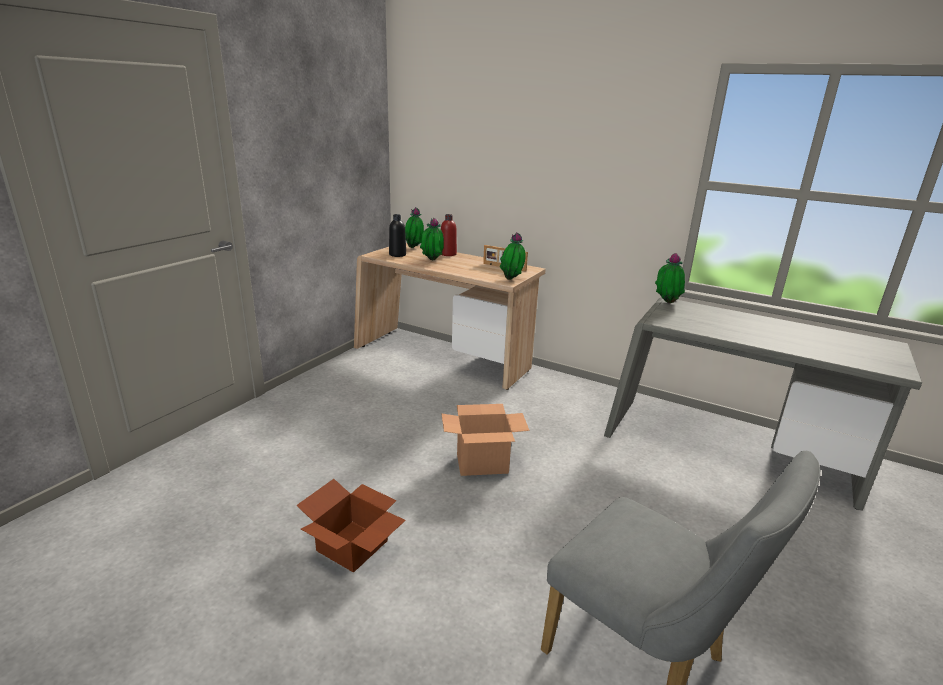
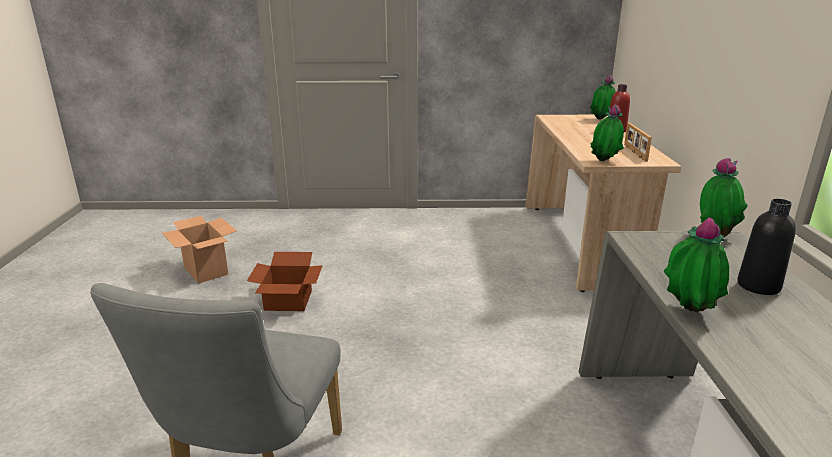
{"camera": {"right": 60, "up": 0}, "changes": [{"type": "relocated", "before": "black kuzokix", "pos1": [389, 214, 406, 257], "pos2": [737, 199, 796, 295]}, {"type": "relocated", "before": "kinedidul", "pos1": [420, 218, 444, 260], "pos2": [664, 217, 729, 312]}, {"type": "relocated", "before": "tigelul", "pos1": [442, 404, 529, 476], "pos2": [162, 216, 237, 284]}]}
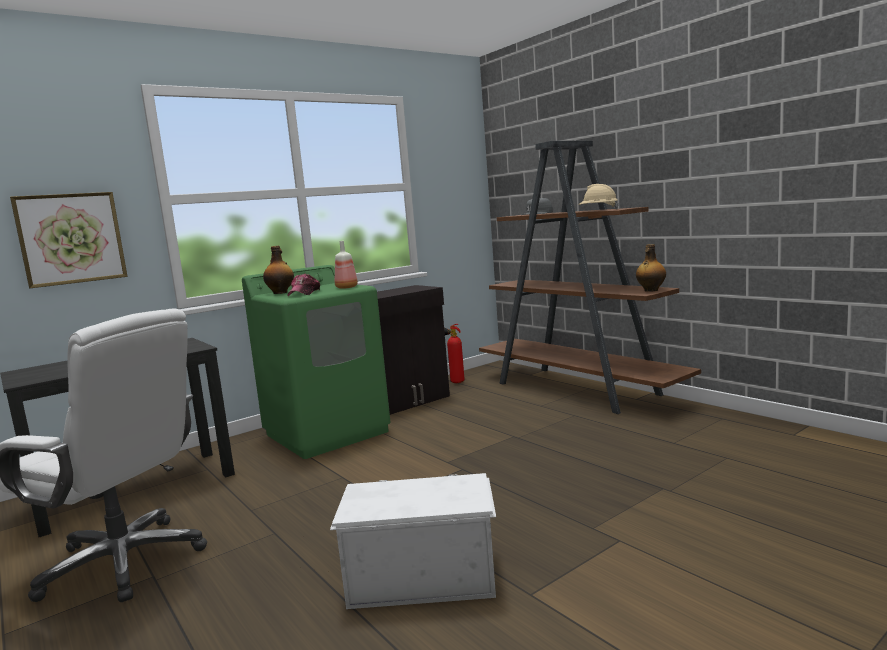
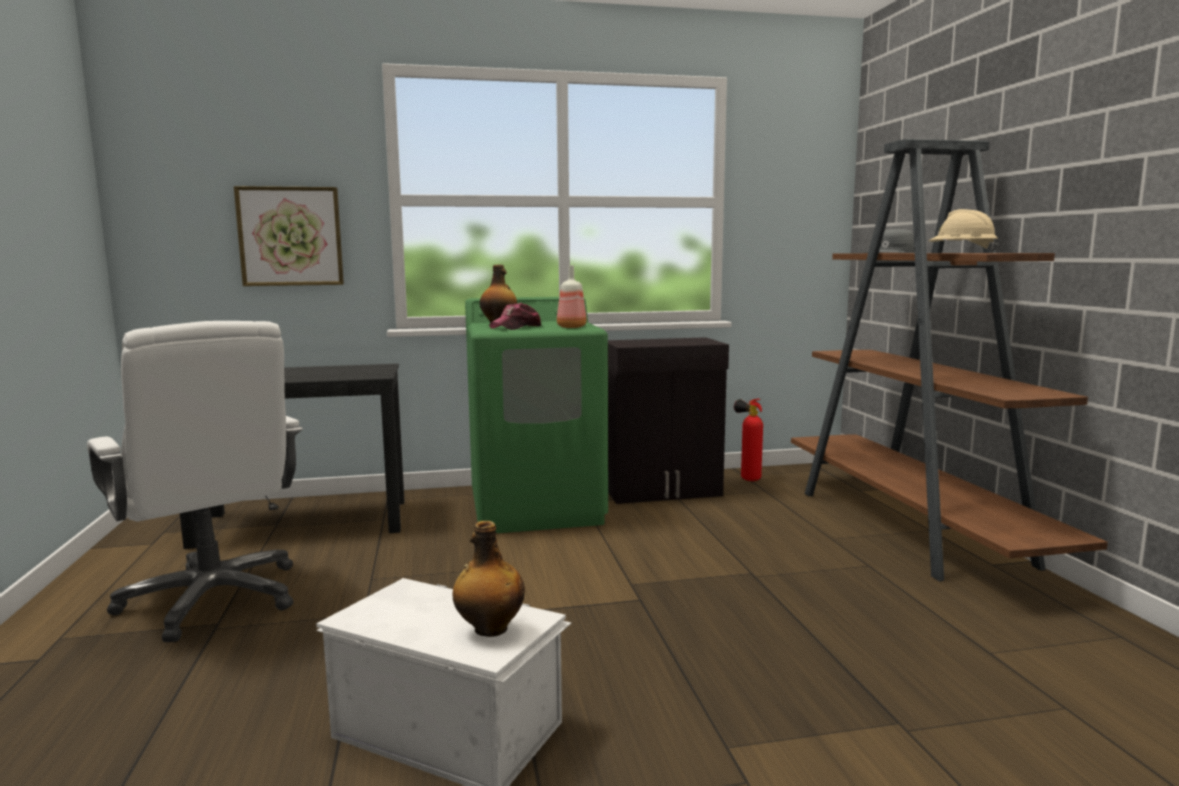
{"camera": {"right": 25, "up": 0}, "changes": [{"type": "relocated", "before": "kuzokix", "pos1": [636, 244, 666, 292], "pos2": [453, 521, 525, 637]}]}
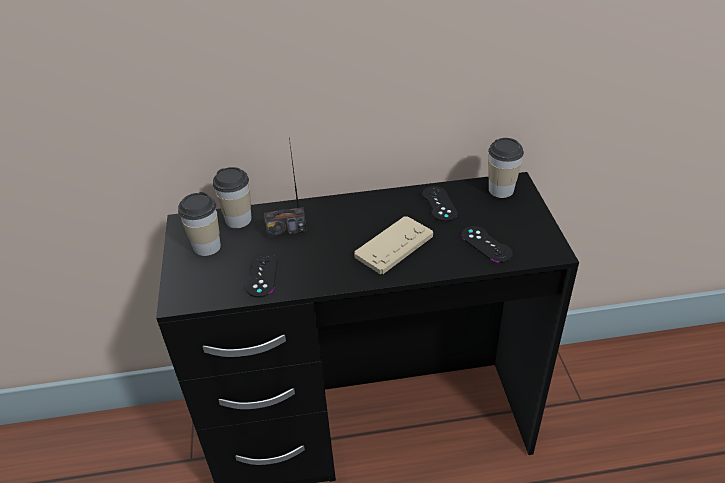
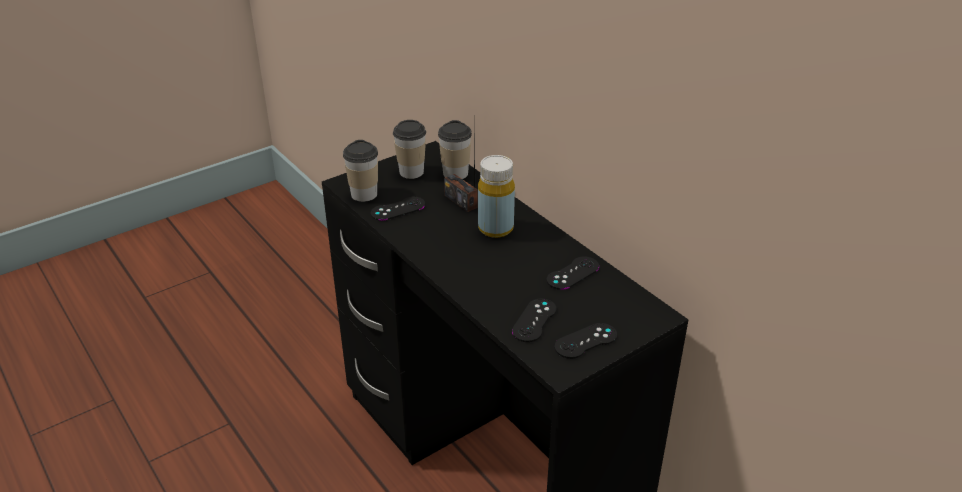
{"camera": {"right": 60, "up": -5}, "changes": [{"type": "relocated", "before": "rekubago", "pos1": [488, 138, 524, 198], "pos2": [343, 140, 378, 202]}, {"type": "missing", "before": "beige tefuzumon", "pos1": [354, 216, 433, 274]}, {"type": "appeared", "after": "yellow kuzokix", "pos2": [478, 155, 515, 238]}, {"type": "appeared", "after": "black tefuzumon", "pos2": [555, 323, 617, 359]}]}
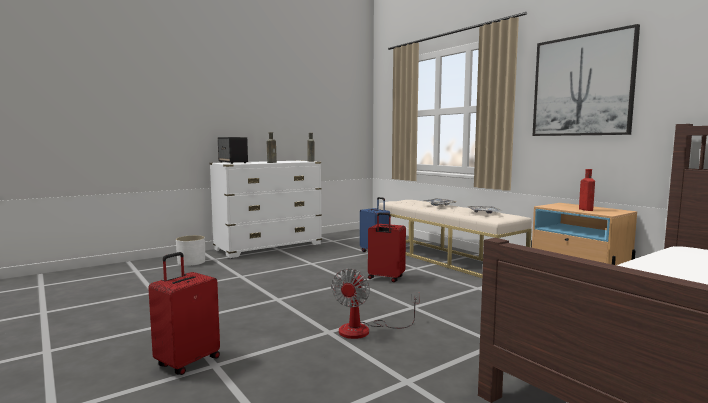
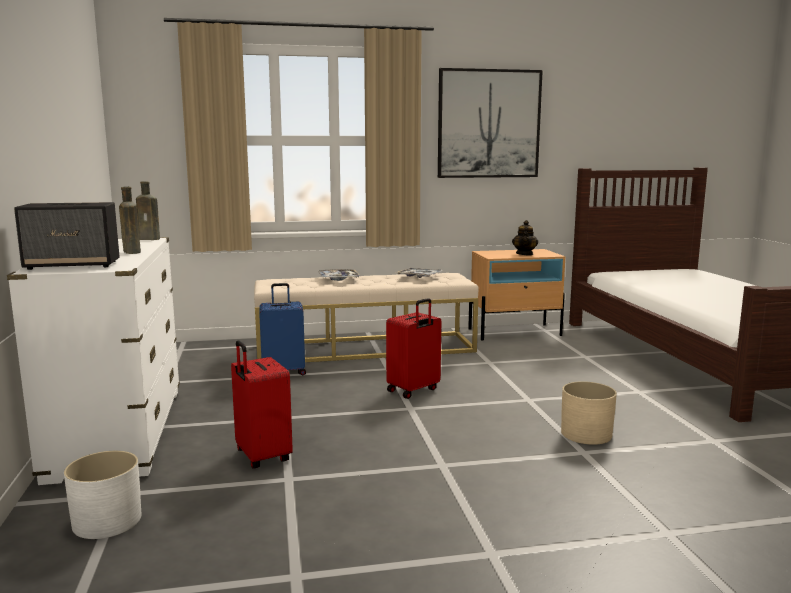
{"camera": {"right": -65, "up": 5}, "changes": [{"type": "exchanged", "before": "red kuzokix", "after": "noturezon", "pos1": [579, 169, 595, 211], "pos2": [512, 220, 538, 255]}, {"type": "relocated", "before": "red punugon", "pos1": [148, 252, 220, 375], "pos2": [231, 340, 293, 469]}, {"type": "exchanged", "before": "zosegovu", "after": "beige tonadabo", "pos1": [331, 268, 420, 339], "pos2": [561, 381, 617, 445]}]}
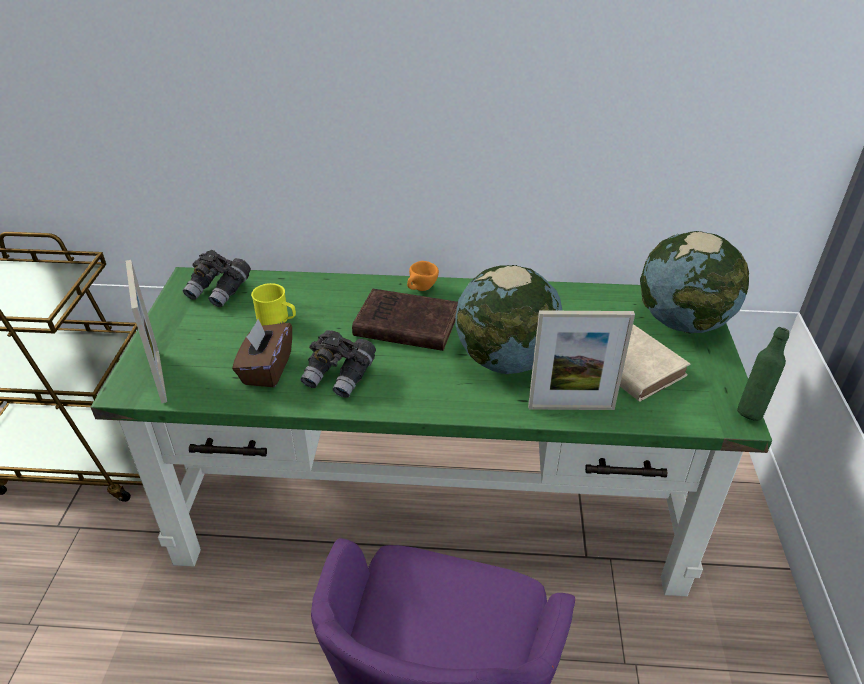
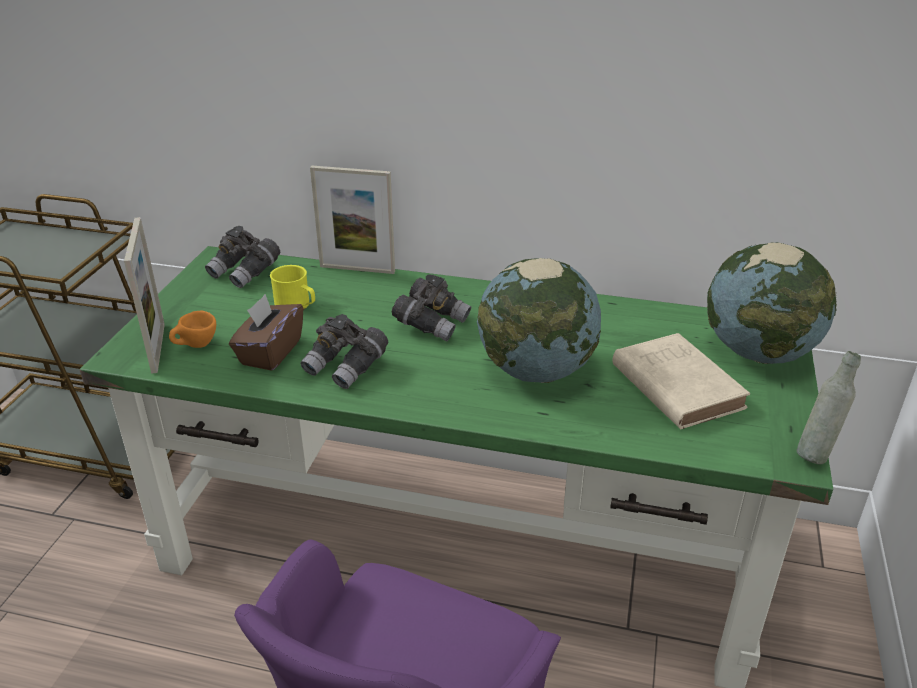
{"camera": {"right": 10, "up": -5}, "changes": [{"type": "relocated", "before": "orange rekubago", "pos1": [407, 261, 439, 291], "pos2": [169, 311, 216, 348]}, {"type": "exchanged", "before": "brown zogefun", "after": "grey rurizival", "pos1": [352, 289, 458, 351], "pos2": [391, 275, 471, 342]}, {"type": "relocated", "before": "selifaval", "pos1": [528, 310, 635, 410], "pos2": [310, 166, 395, 274]}, {"type": "colour", "before": "green kuzokix", "after": "grey kuzokix", "pos1": [737, 327, 789, 421], "pos2": [796, 351, 861, 465]}]}
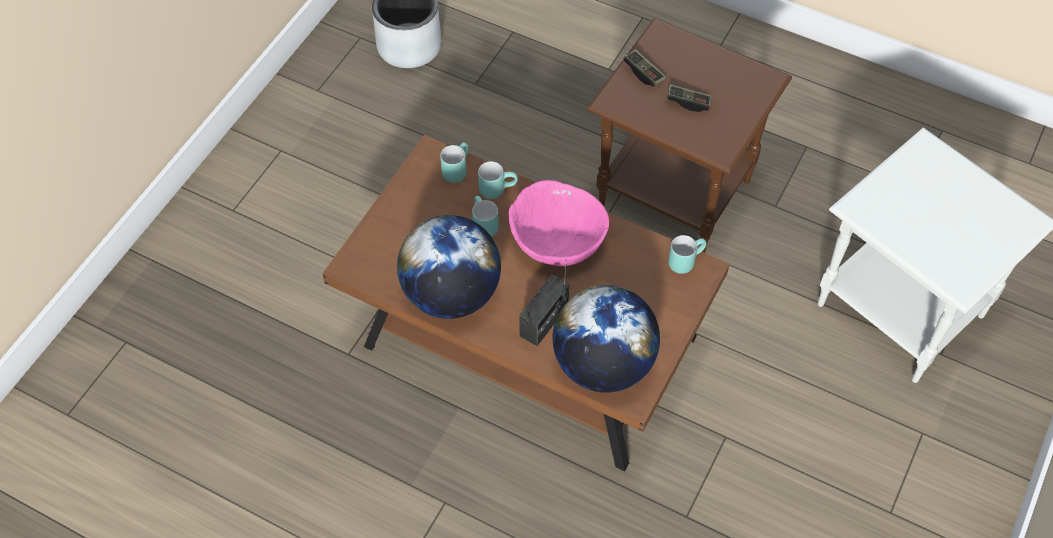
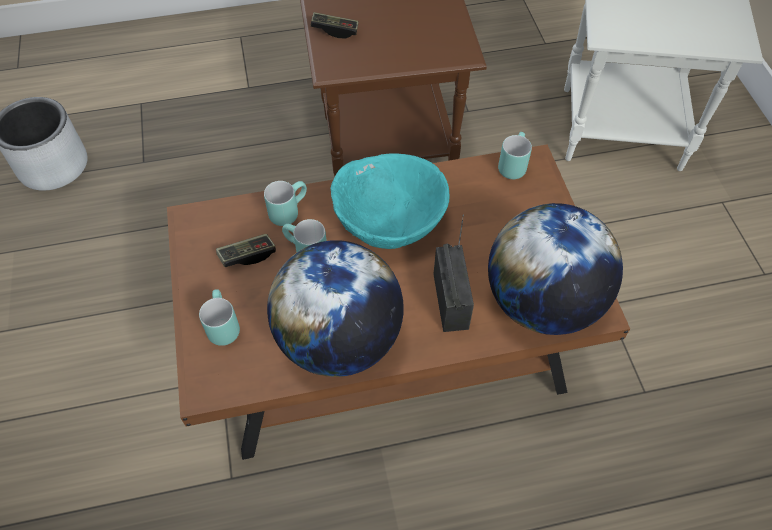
{"camera": {"right": -40, "up": 0}, "changes": [{"type": "relocated", "before": "tefuzumon", "pos1": [667, 84, 711, 112], "pos2": [216, 234, 276, 267]}, {"type": "relocated", "before": "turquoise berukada", "pos1": [440, 142, 468, 183], "pos2": [199, 289, 240, 346]}, {"type": "colour", "before": "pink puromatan", "after": "turquoise puromatan", "pos1": [509, 180, 609, 266], "pos2": [331, 153, 449, 249]}]}
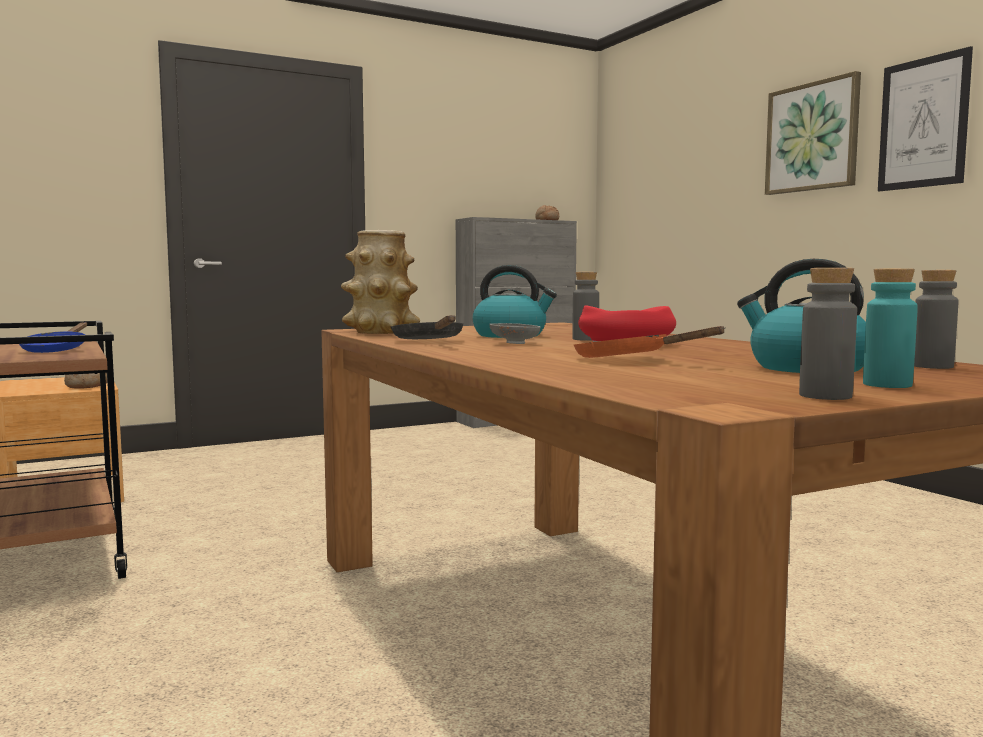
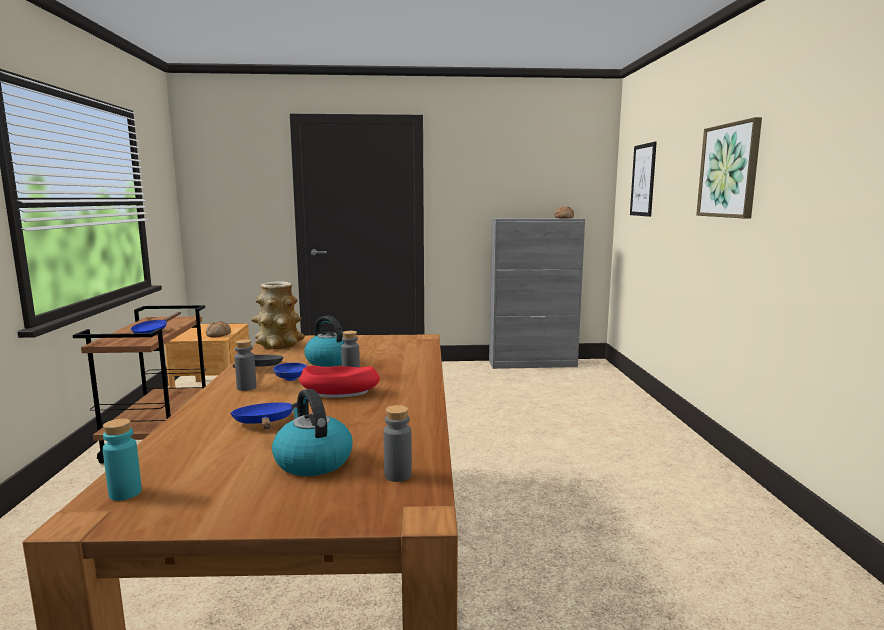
{"camera": {"right": 25, "up": 5}, "changes": [{"type": "relocated", "before": "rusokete", "pos1": [878, 46, 973, 191], "pos2": [630, 142, 657, 217]}, {"type": "relocated", "before": "grey kuzokix", "pos1": [799, 268, 857, 400], "pos2": [234, 339, 256, 391]}, {"type": "relocated", "before": "turquoise kuzokix", "pos1": [863, 268, 918, 388], "pos2": [103, 419, 142, 501]}, {"type": "colour", "before": "grey puromatan", "after": "blue puromatan", "pos1": [489, 323, 540, 344], "pos2": [273, 363, 307, 381]}, {"type": "colour", "before": "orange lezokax", "after": "blue lezokax", "pos1": [574, 326, 726, 358], "pos2": [231, 402, 293, 429]}]}
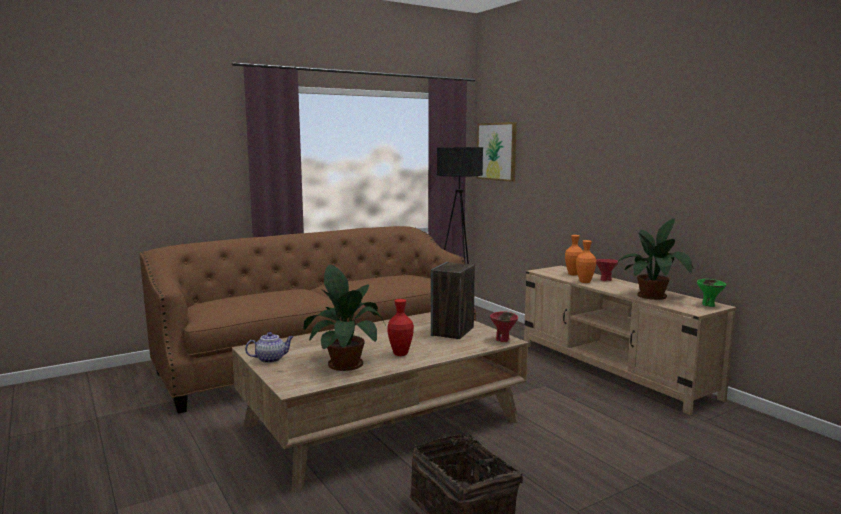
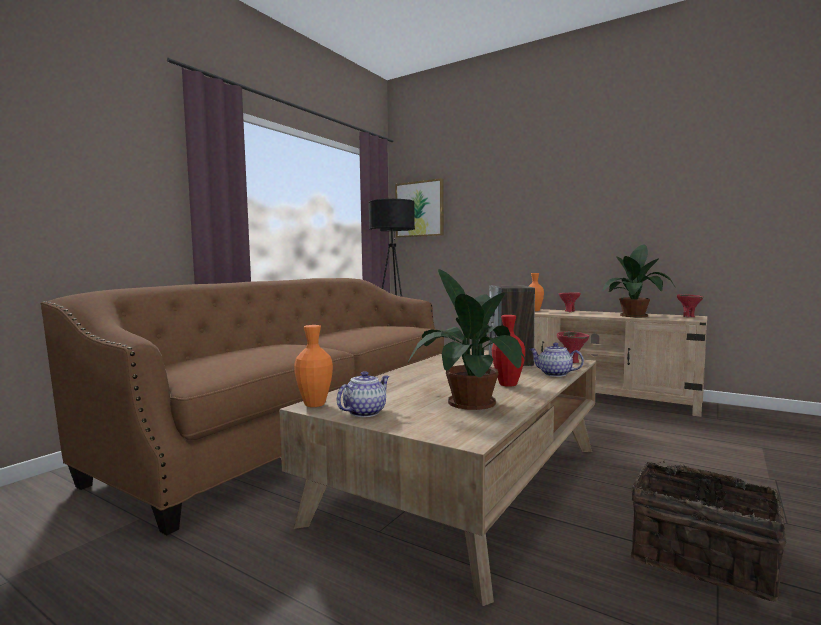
{"camera": {"right": -25, "up": -5}, "changes": [{"type": "relocated", "before": "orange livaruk", "pos1": [576, 240, 596, 283], "pos2": [294, 325, 333, 407]}, {"type": "colour", "before": "green puromatan", "after": "red puromatan", "pos1": [697, 279, 726, 307], "pos2": [677, 294, 704, 317]}, {"type": "appeared", "after": "noturezon", "pos2": [530, 342, 584, 377]}]}
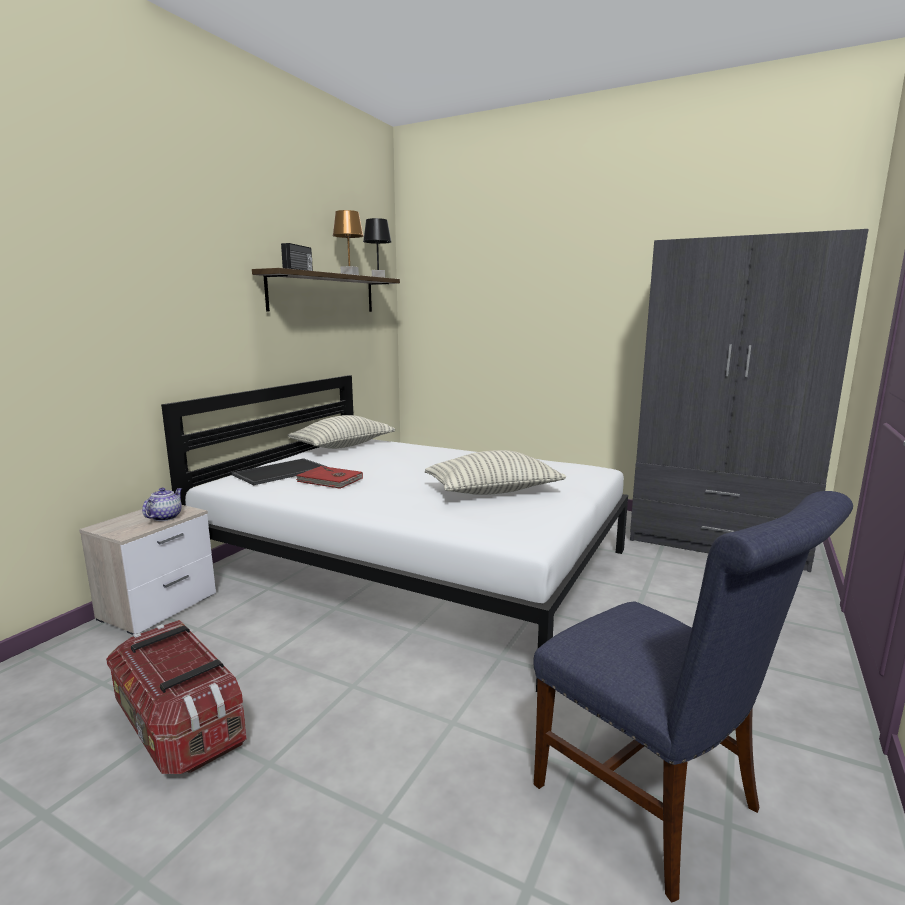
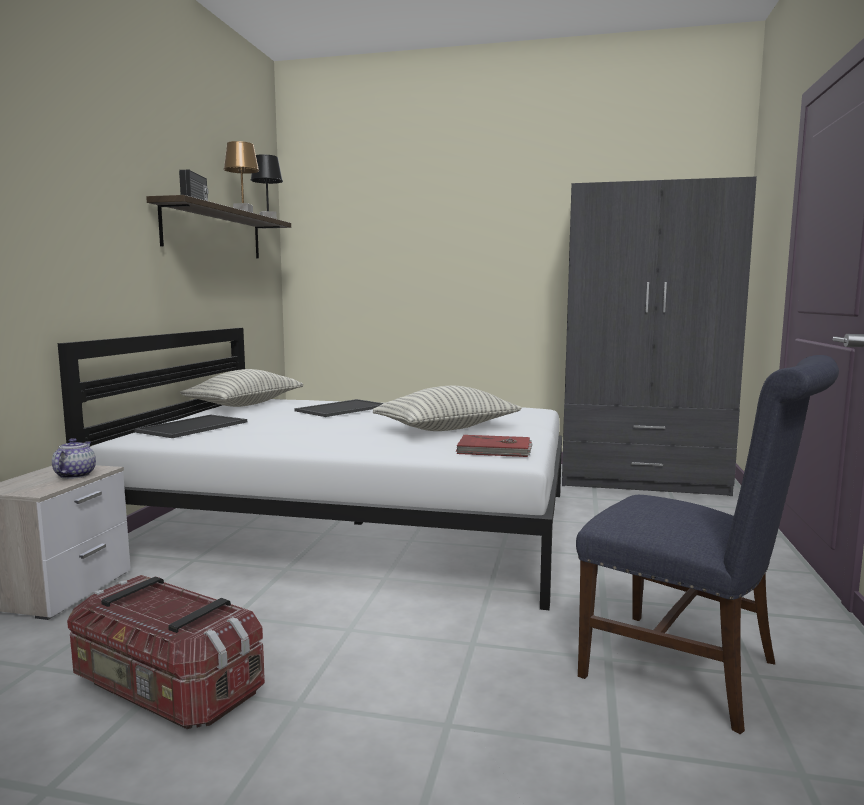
{"camera": {"right": -15, "up": -5}, "changes": [{"type": "relocated", "before": "red zogefun", "pos1": [296, 466, 363, 489], "pos2": [455, 435, 533, 457]}, {"type": "appeared", "after": "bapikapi", "pos2": [294, 399, 383, 417]}]}
